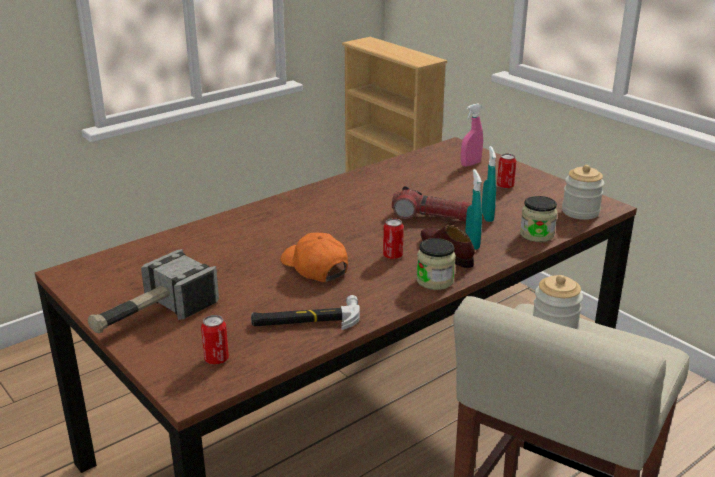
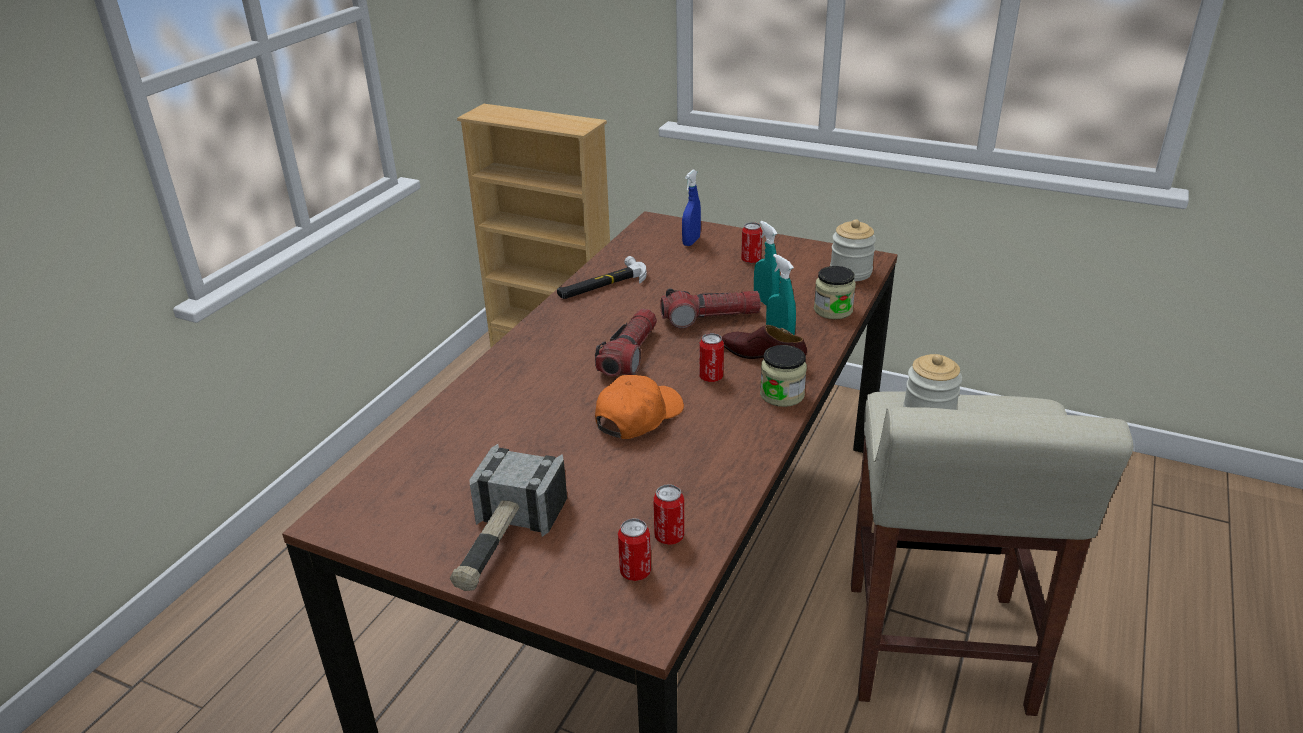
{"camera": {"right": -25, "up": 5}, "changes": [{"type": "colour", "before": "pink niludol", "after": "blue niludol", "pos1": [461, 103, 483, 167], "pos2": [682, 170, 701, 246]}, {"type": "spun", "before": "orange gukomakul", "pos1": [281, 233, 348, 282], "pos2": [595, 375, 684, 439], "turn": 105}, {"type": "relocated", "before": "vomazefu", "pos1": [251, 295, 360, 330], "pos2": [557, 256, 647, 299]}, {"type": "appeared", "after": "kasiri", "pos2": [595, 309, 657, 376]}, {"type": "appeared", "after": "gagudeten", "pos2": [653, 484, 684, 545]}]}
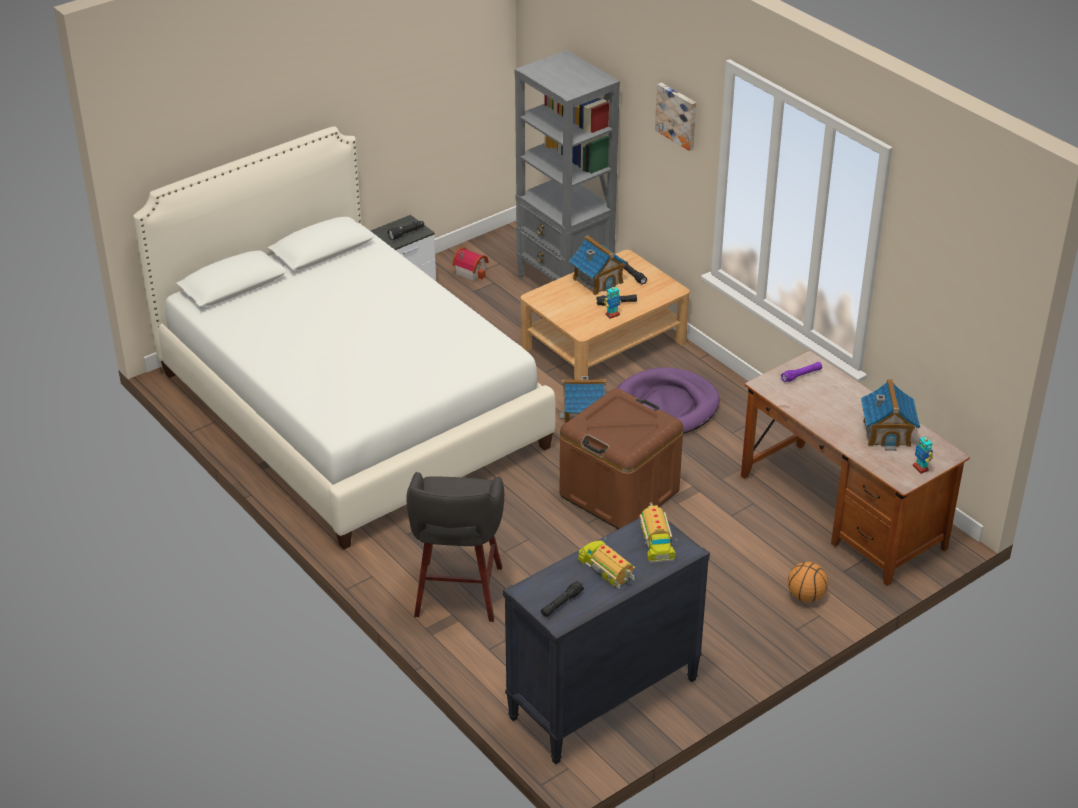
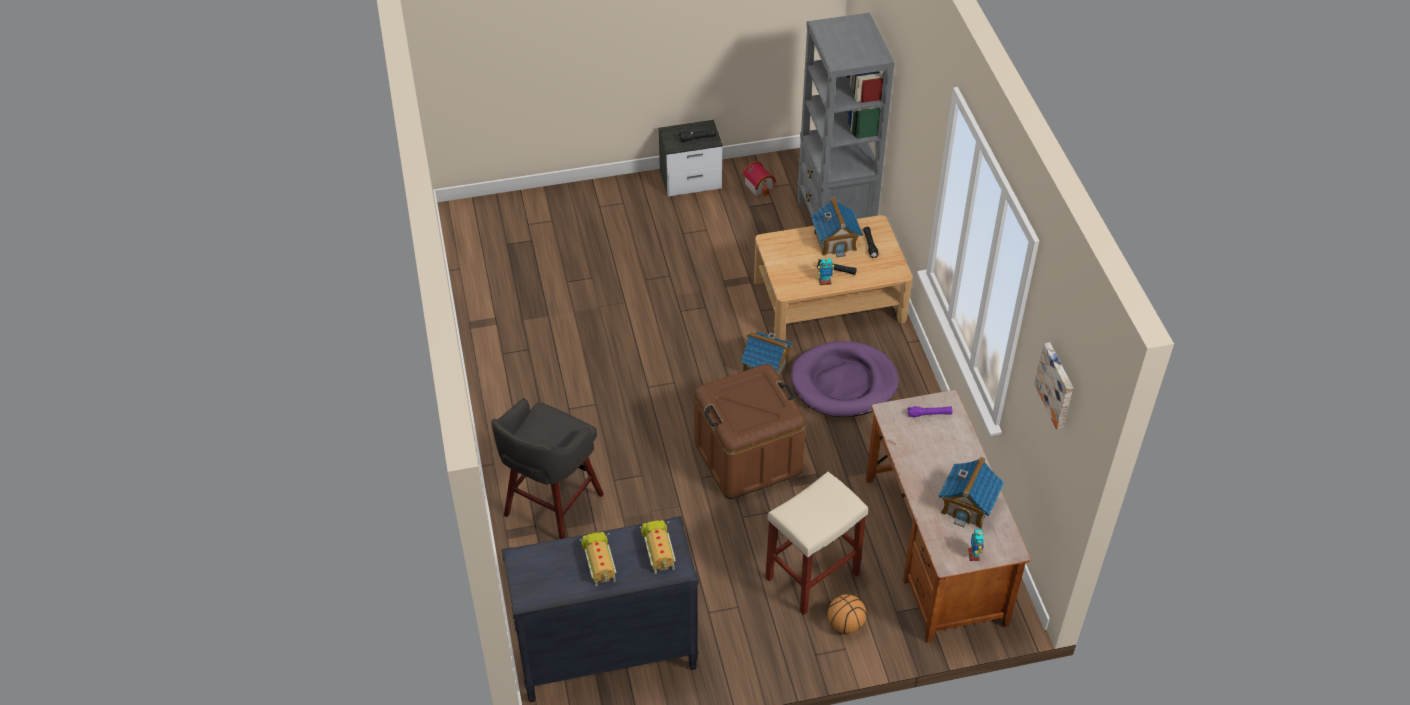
{"camera": {"right": 25, "up": 10}, "changes": [{"type": "relocated", "before": "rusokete", "pos1": [655, 83, 696, 151], "pos2": [1034, 342, 1073, 429]}, {"type": "missing", "before": "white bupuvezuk", "pos1": [133, 126, 556, 550]}, {"type": "spun", "before": "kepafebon", "pos1": [640, 502, 677, 563], "pos2": [640, 520, 676, 574], "turn": 150}, {"type": "missing", "before": "black kasiri", "pos1": [541, 581, 584, 617]}, {"type": "appeared", "after": "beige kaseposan", "pos2": [765, 472, 868, 615]}]}
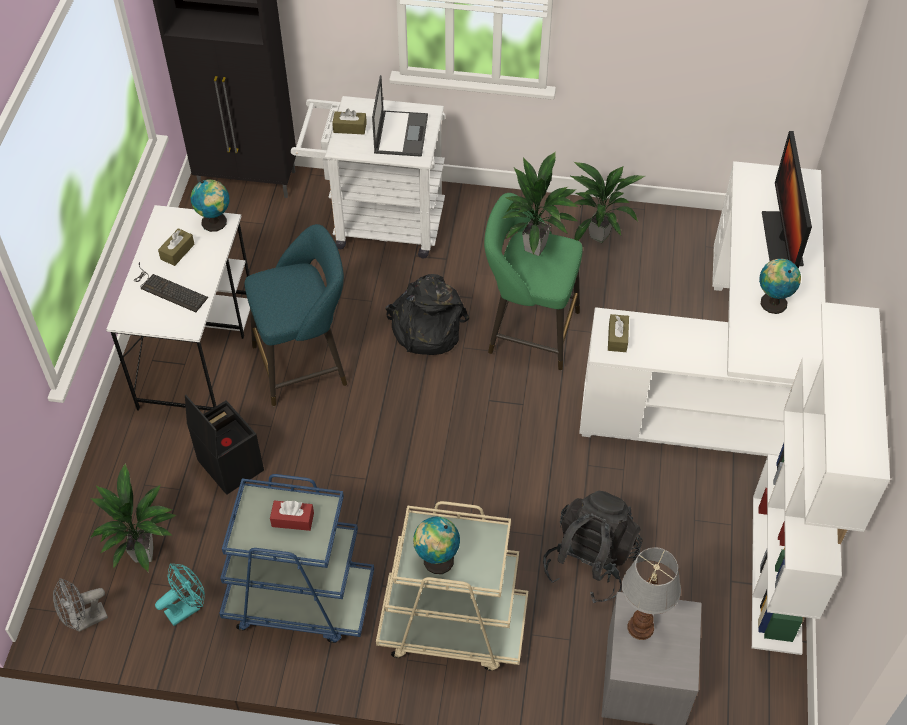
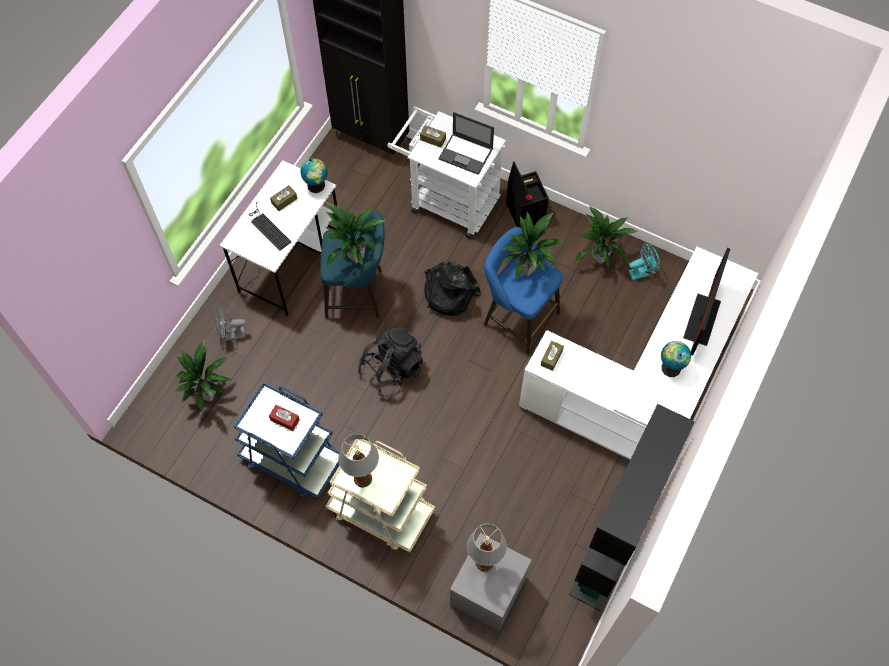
{"camera": {"right": 20, "up": 10}, "changes": [{"type": "spun", "before": "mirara", "pos1": [372, 75, 428, 157], "pos2": [439, 112, 494, 175], "turn": 90}, {"type": "colour", "before": "green kaseposan", "after": "blue kaseposan", "pos1": [484, 193, 583, 370], "pos2": [484, 227, 563, 354]}, {"type": "colour", "before": "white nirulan", "after": "black nirulan", "pos1": [752, 302, 890, 655], "pos2": [568, 404, 695, 611]}, {"type": "relocated", "before": "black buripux", "pos1": [185, 394, 264, 495], "pos2": [506, 161, 549, 228]}, {"type": "relocated", "before": "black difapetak", "pos1": [543, 491, 643, 603], "pos2": [358, 327, 423, 397]}, {"type": "exchanged", "before": "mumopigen", "after": "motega", "pos1": [413, 516, 460, 574], "pos2": [338, 434, 379, 487]}, {"type": "relocated", "before": "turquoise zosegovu", "pos1": [155, 563, 205, 626], "pos2": [628, 243, 660, 280]}, {"type": "relocated", "before": "grey zosegovu", "pos1": [53, 578, 108, 632], "pos2": [214, 306, 246, 341]}, {"type": "appeared", "after": "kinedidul", "pos2": [324, 203, 384, 267]}]}
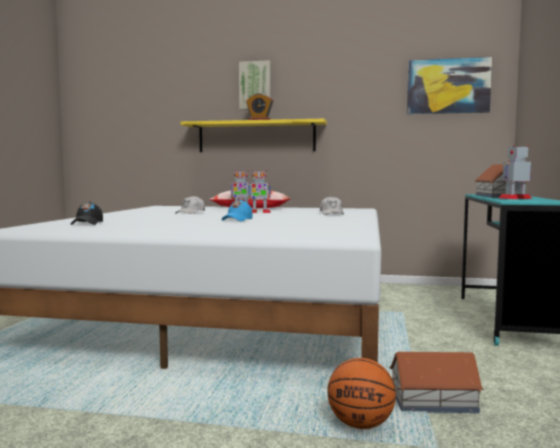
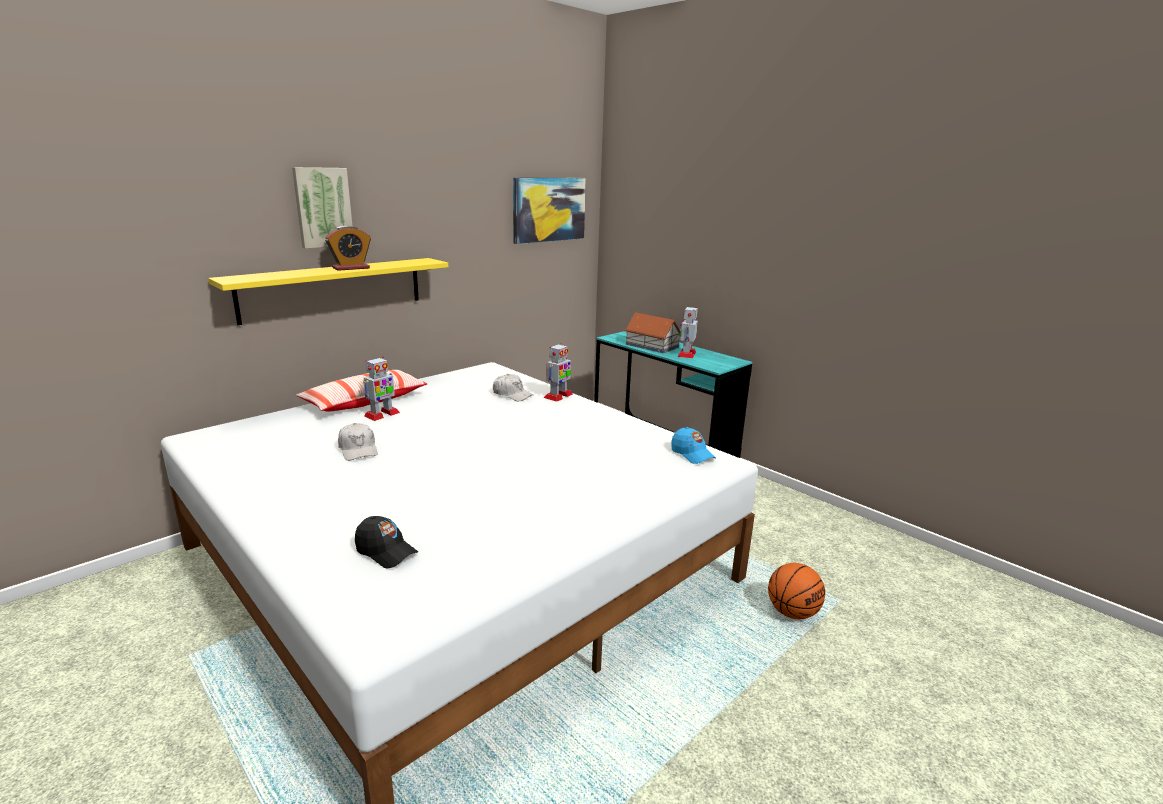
{"camera": {"right": -55, "up": 15}, "changes": [{"type": "relocated", "before": "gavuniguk", "pos1": [248, 170, 271, 213], "pos2": [544, 343, 573, 402]}, {"type": "relocated", "before": "blue gukomakul", "pos1": [221, 200, 253, 222], "pos2": [671, 427, 716, 464]}, {"type": "missing", "before": "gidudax", "pos1": [389, 352, 483, 413]}]}
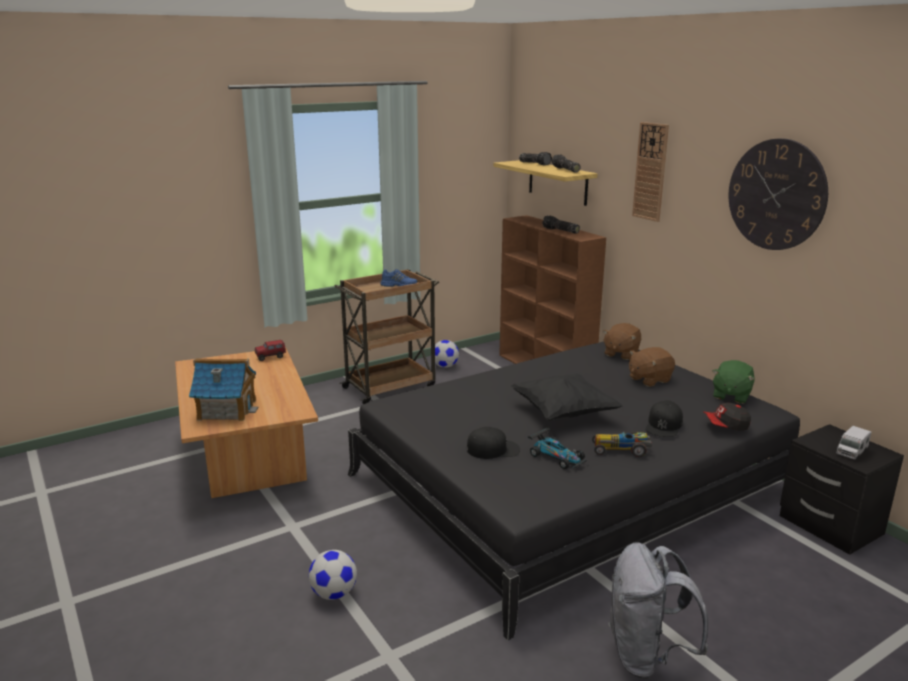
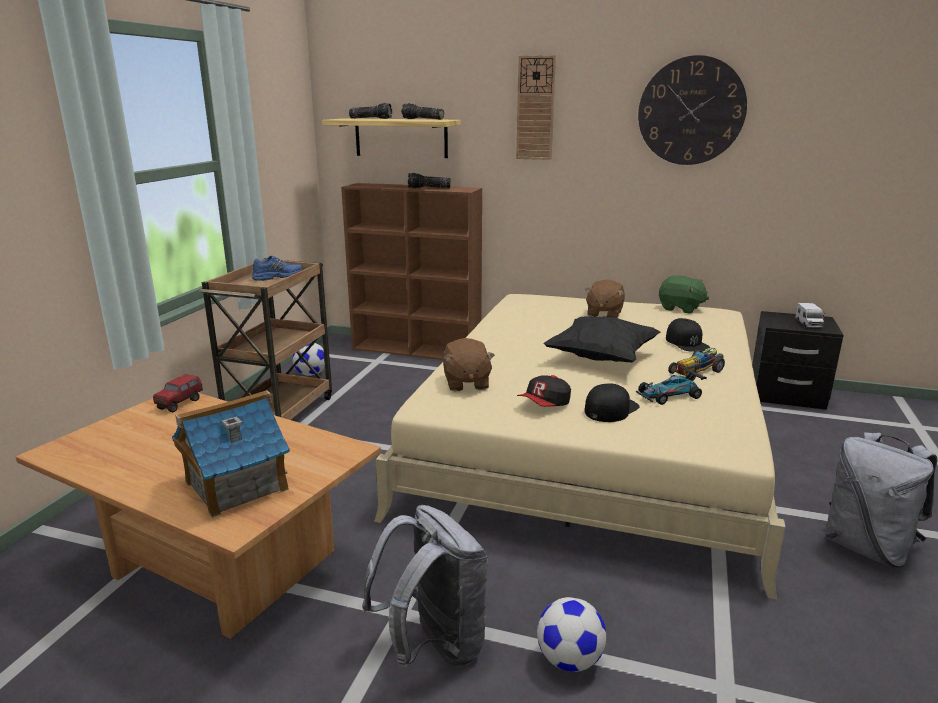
{"camera": {"right": -40, "up": 0}, "changes": [{"type": "relocated", "before": "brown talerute", "pos1": [603, 323, 641, 360], "pos2": [443, 338, 495, 391]}, {"type": "colour", "before": "black bupuvezuk", "after": "beige bupuvezuk", "pos1": [348, 342, 800, 640], "pos2": [374, 294, 786, 600]}, {"type": "spun", "before": "green talerute", "pos1": [712, 360, 755, 404], "pos2": [659, 275, 709, 314], "turn": -45}, {"type": "relocated", "before": "gukomakul", "pos1": [703, 403, 751, 431], "pos2": [517, 375, 571, 407]}, {"type": "spun", "before": "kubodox", "pos1": [528, 427, 587, 469], "pos2": [636, 366, 707, 405], "turn": 150}, {"type": "appeared", "after": "grey difapetak", "pos2": [362, 505, 489, 668]}]}
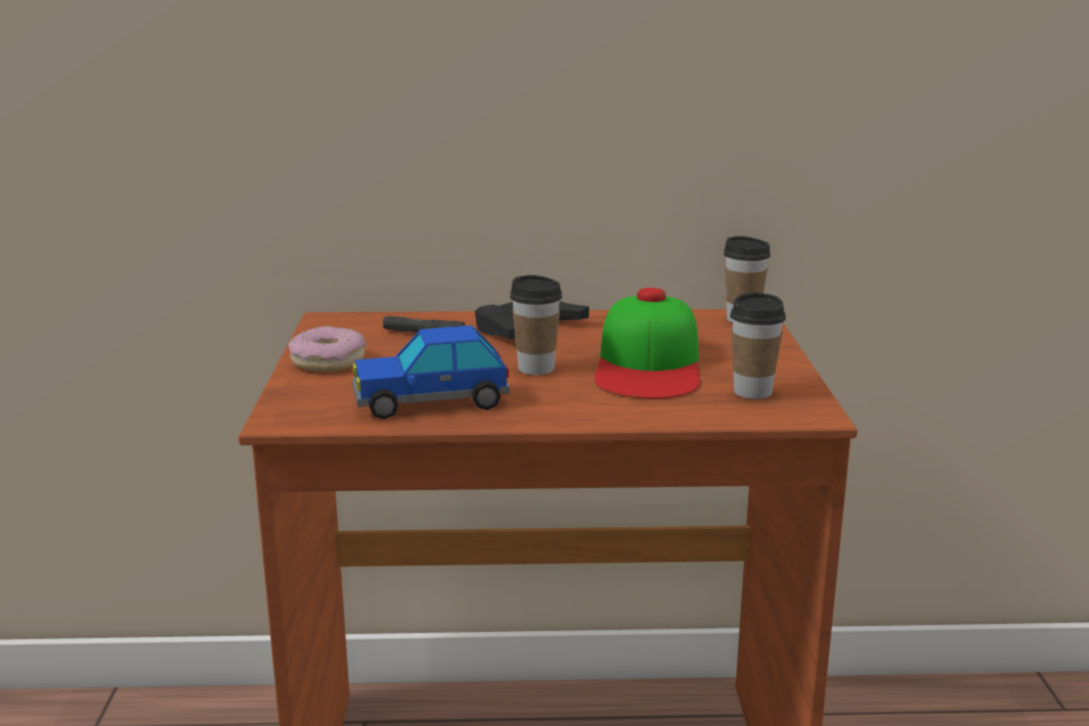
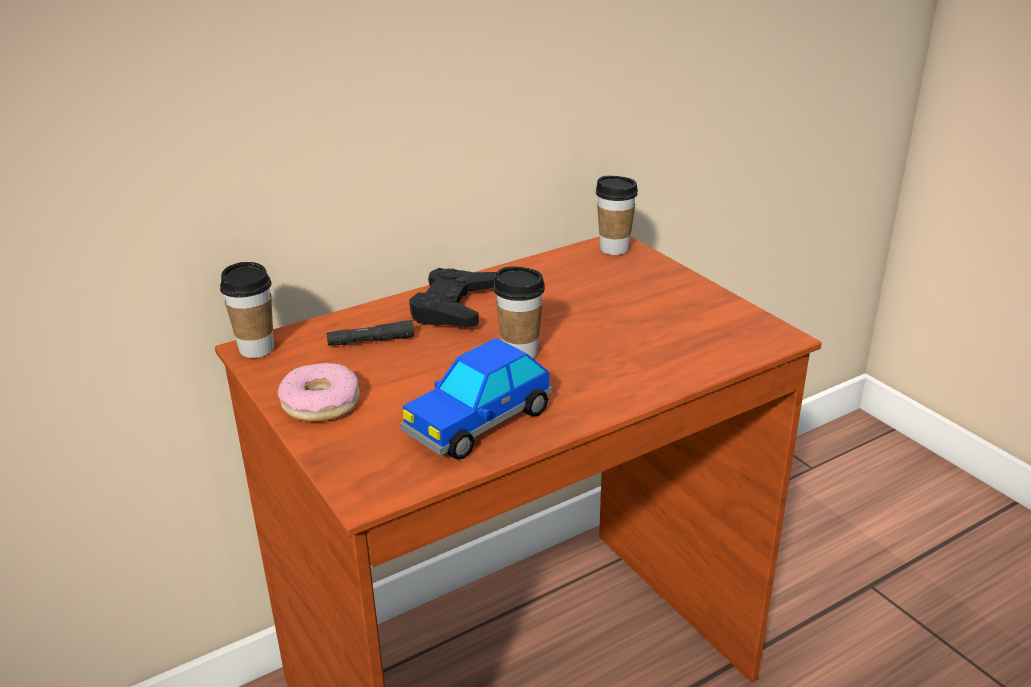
{"camera": {"right": -30, "up": 10}, "changes": [{"type": "missing", "before": "gukomakul", "pos1": [594, 288, 700, 399]}, {"type": "relocated", "before": "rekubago", "pos1": [730, 293, 786, 399], "pos2": [220, 262, 274, 358]}]}
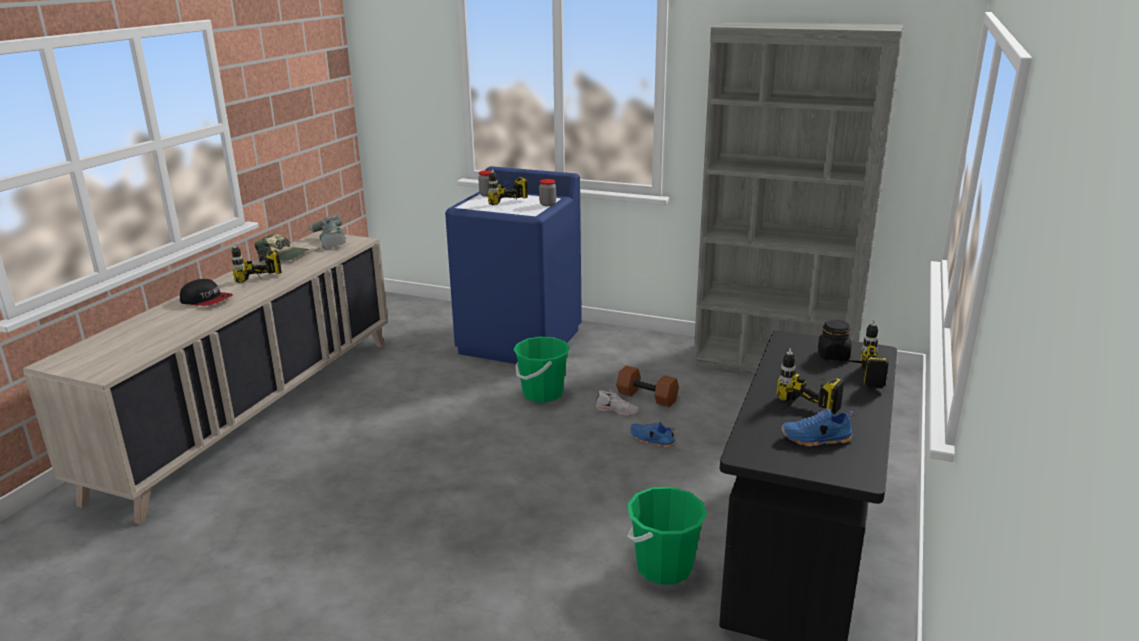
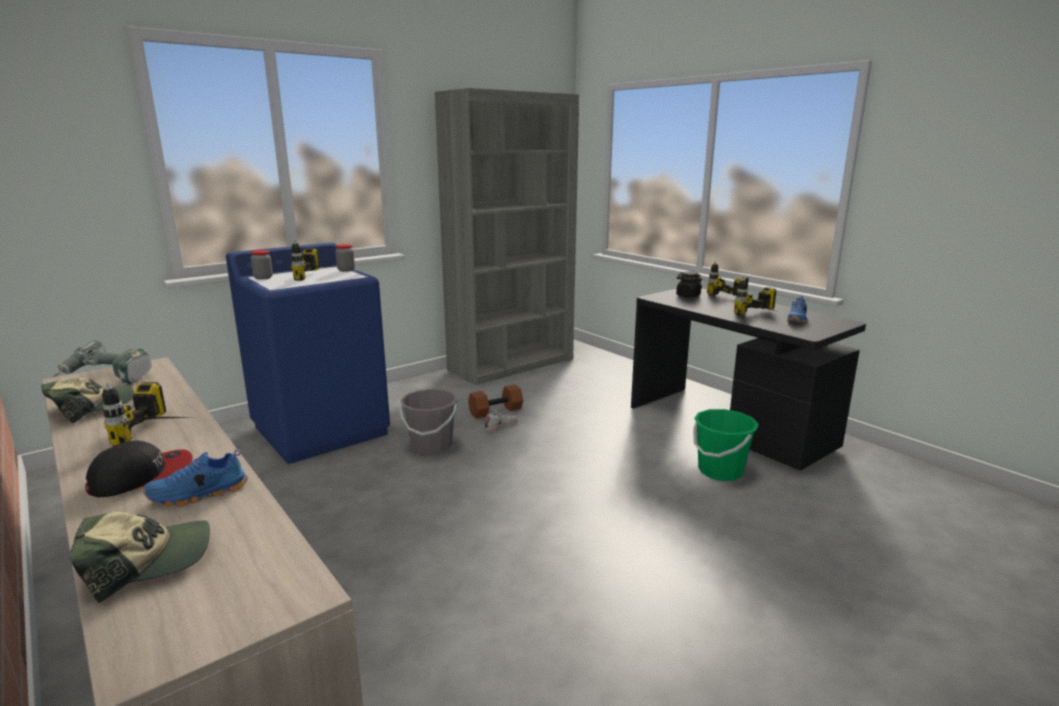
{"camera": {"right": -60, "up": -5}, "changes": [{"type": "colour", "before": "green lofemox", "after": "grey lofemox", "pos1": [513, 337, 570, 403], "pos2": [399, 389, 458, 455]}, {"type": "relocated", "before": "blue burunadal", "pos1": [630, 422, 676, 448], "pos2": [143, 449, 248, 506]}, {"type": "appeared", "after": "gukomakul", "pos2": [70, 512, 210, 603]}]}
